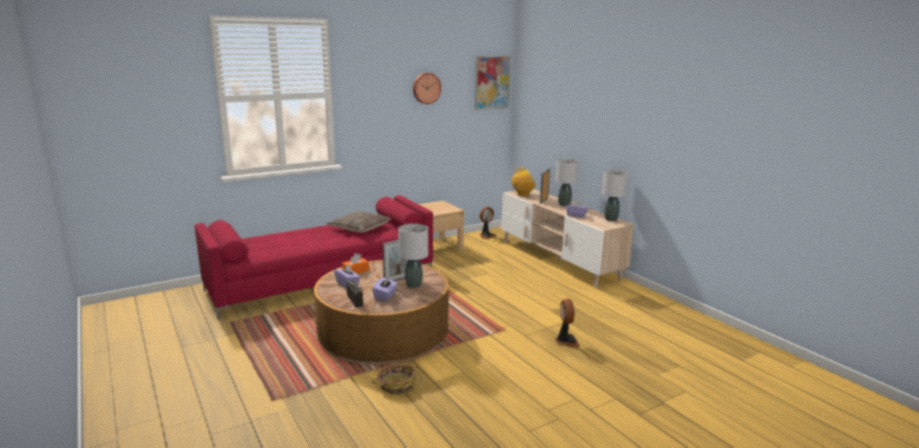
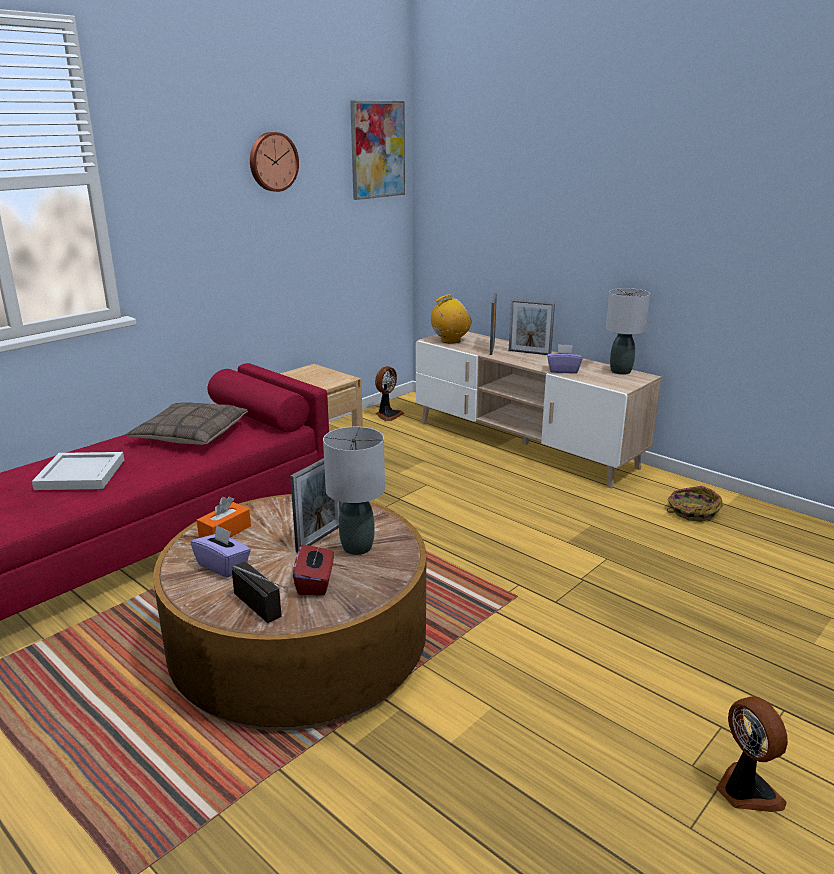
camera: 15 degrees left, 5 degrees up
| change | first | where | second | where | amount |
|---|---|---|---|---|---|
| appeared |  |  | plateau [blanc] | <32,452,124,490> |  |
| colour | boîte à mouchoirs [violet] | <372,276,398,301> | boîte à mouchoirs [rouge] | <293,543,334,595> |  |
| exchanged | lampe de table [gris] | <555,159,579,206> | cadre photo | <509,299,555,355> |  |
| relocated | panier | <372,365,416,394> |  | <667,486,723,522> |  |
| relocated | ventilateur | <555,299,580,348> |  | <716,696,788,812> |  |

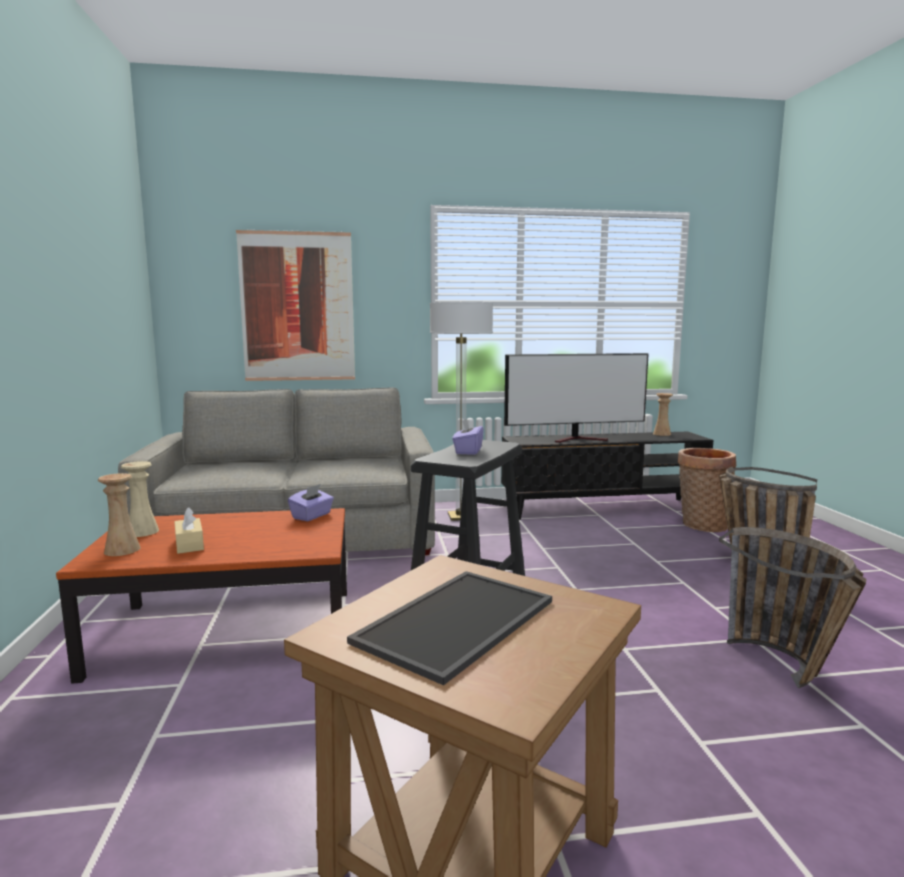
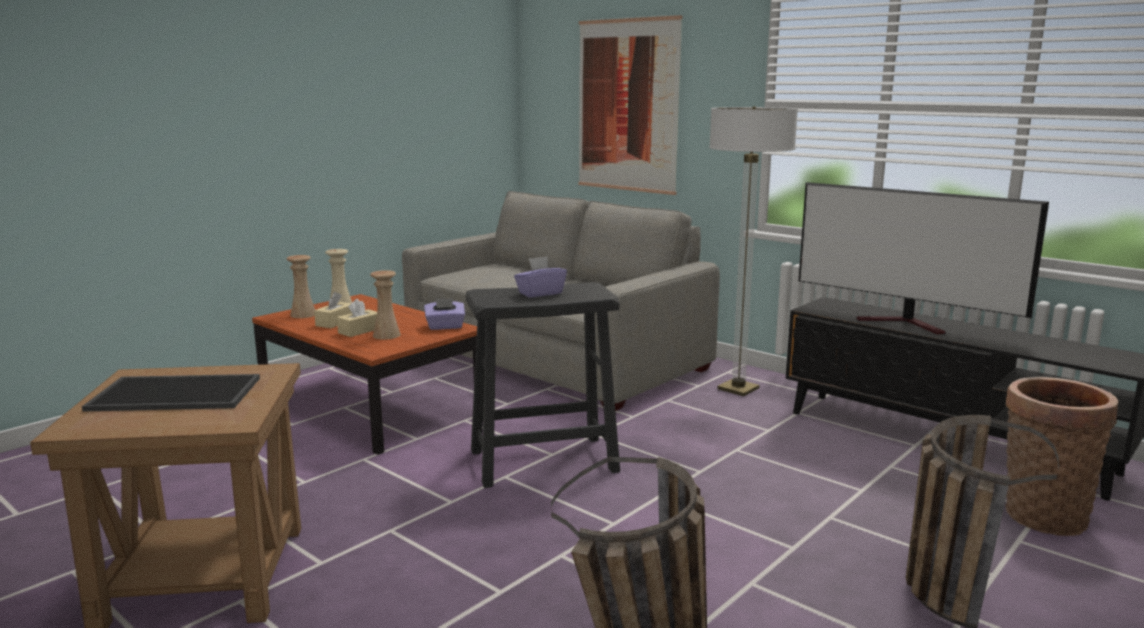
camera: 50 degrees right, 5 degrees up
| change | first | where | second | where | amount |
|---|---|---|---|---|---|
| appeared |  |  | boîte à mouchoirs [beige] | <337,299,377,337> |  |
| relocated | vase [beige] | <653,393,673,436> |  | <370,270,401,340> |  |

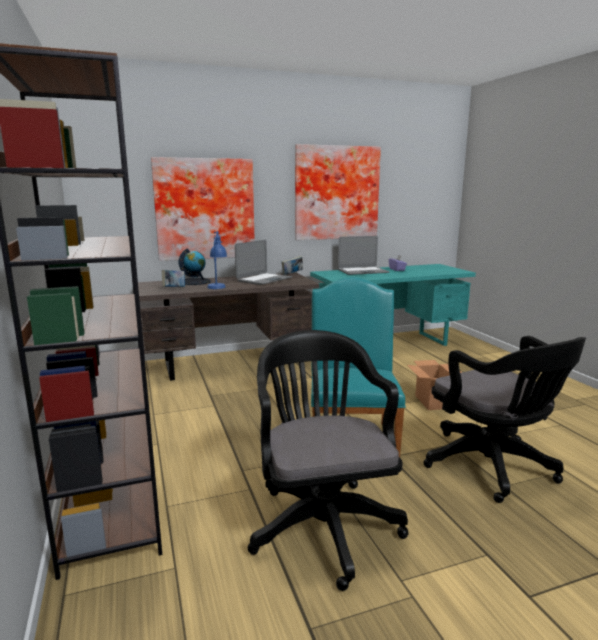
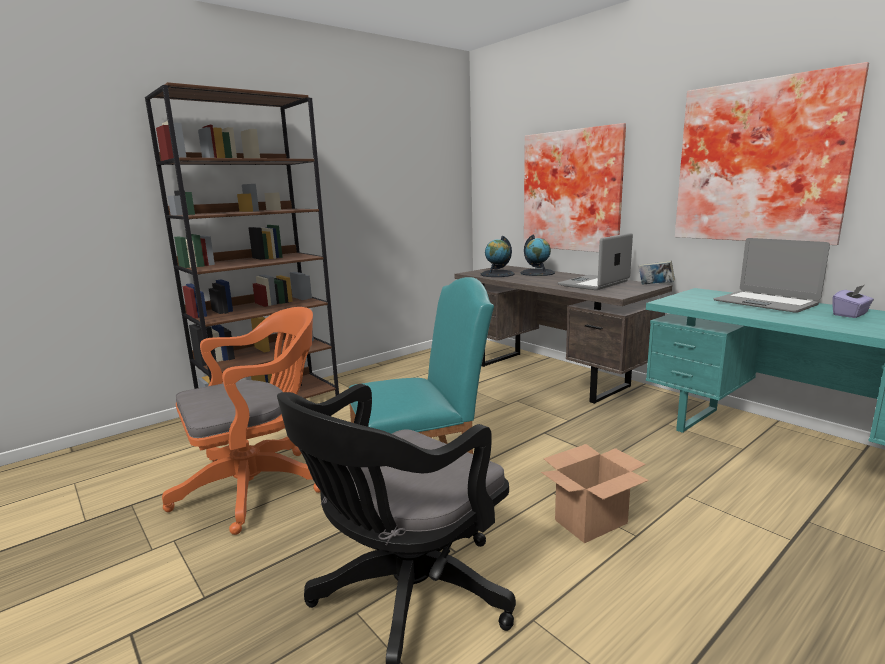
camera: 70 degrees right, 0 degrees up
| change | first | where | second | where | amount |
|---|---|---|---|---|---|
| colour | chaise de bureau [noir] | <248,330,408,591> | chaise de bureau [orange] | <162,307,321,535> |  |
| exchanged | livre | <162,270,185,287> | globe | <481,236,515,277> |  |
| spun | ordinateur portable | <235,240,292,285> |  | <557,233,633,290> | 120 degrees clockwise |
| missing | lampe de table [bleu] | <207,231,227,289> |  |  |  |

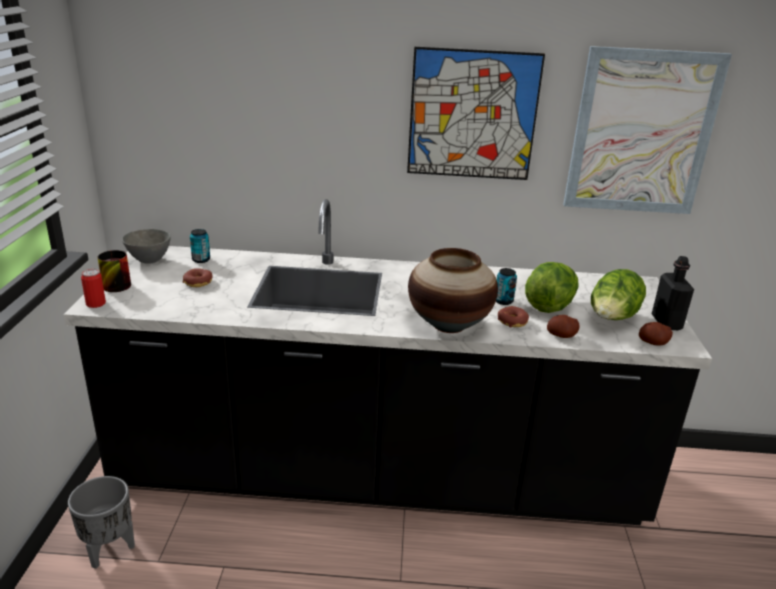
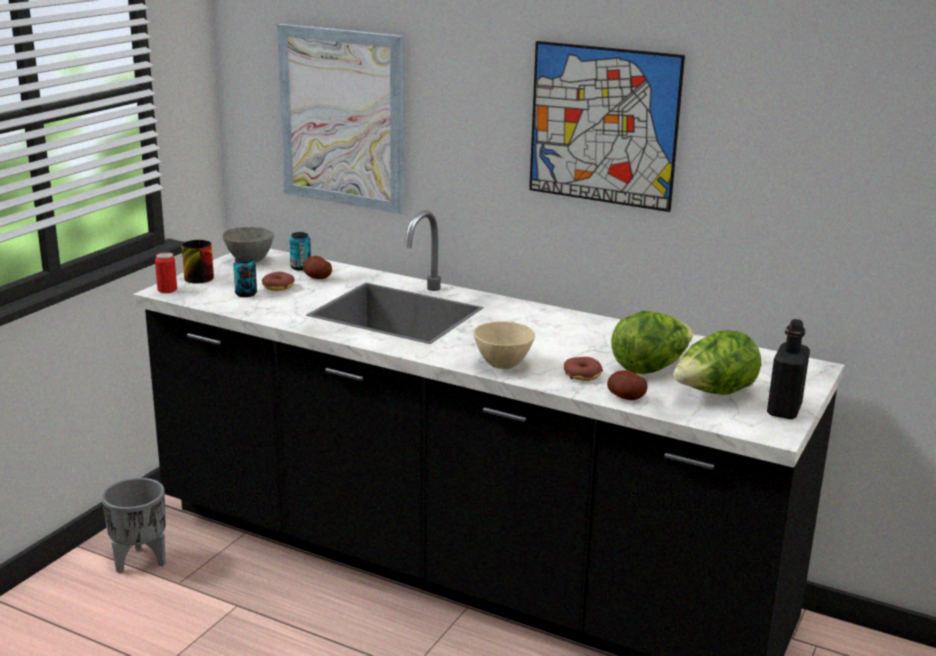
camera: 25 degrees right, 5 degrees down
| change | first | where | second | where | amount |
|---|---|---|---|---|---|
| relocated | boîte métallique | <496,268,517,305> |  | <233,256,257,297> |  |
| relocated | tableau | <563,46,732,214> |  | <277,24,404,214> |  |
| relocated | pomme de terre | <639,322,673,346> |  | <303,256,332,279> |  |
| exchanged | vase | <408,248,498,333> | bol [beige] | <473,321,535,369> |  |

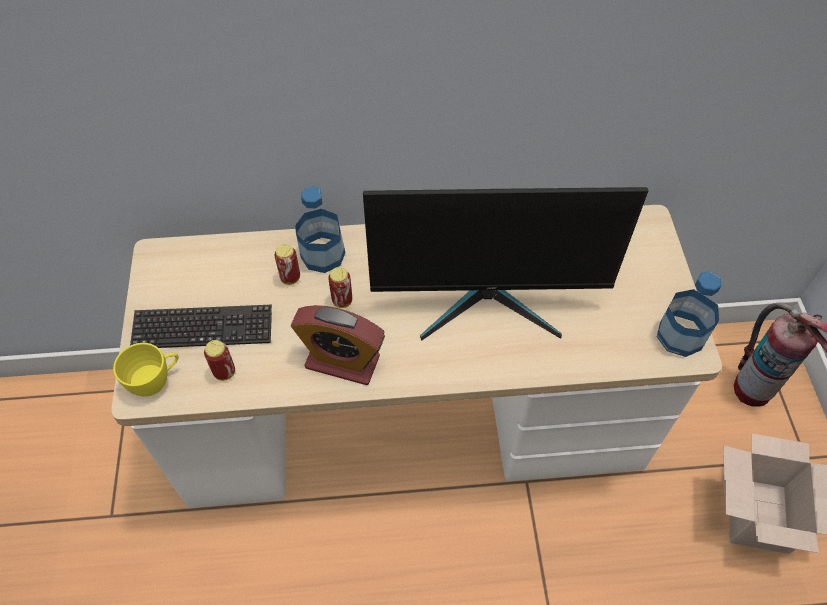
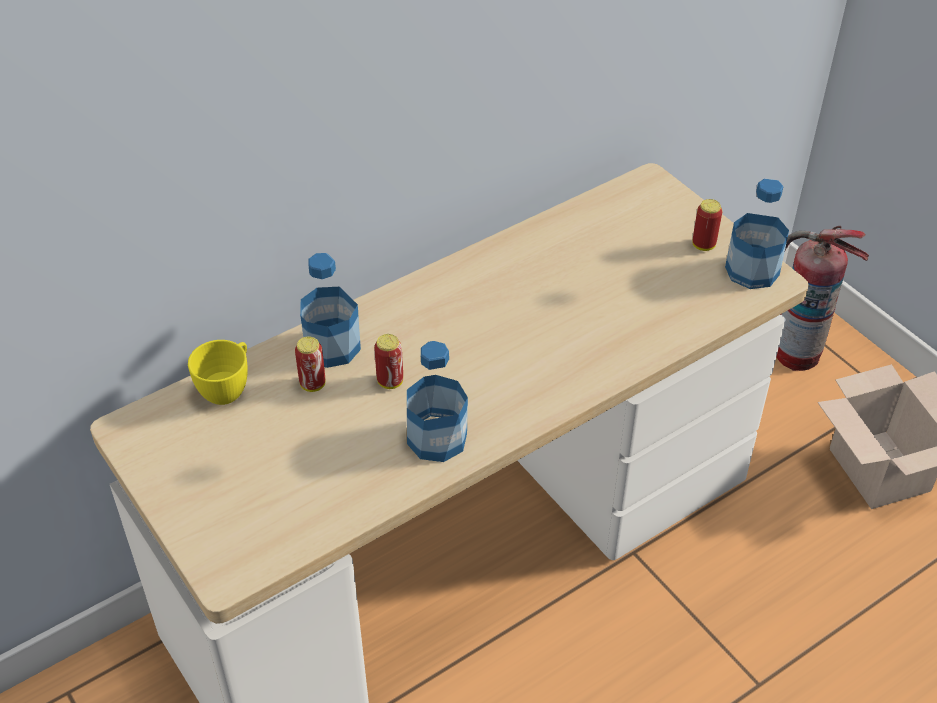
camera: 30 degrees left, 10 degrees down
| change | first | where | second | where | amount |
|---|---|---|---|---|---|
| relocated | tasse [jaune] | <113,343,178,397> |  | <188,340,248,405> |  |
| exchanged | réveil | <291,305,385,385> | bouteille | <407,341,468,462> |  |
| relocated | boîte métallique | <204,340,235,381> |  | <692,199,722,251> |  |
| missing | clavier | <130,305,272,348> |  |  |  |
| missing | écran d'ordinateur | <363,187,648,341> |  |  |  |

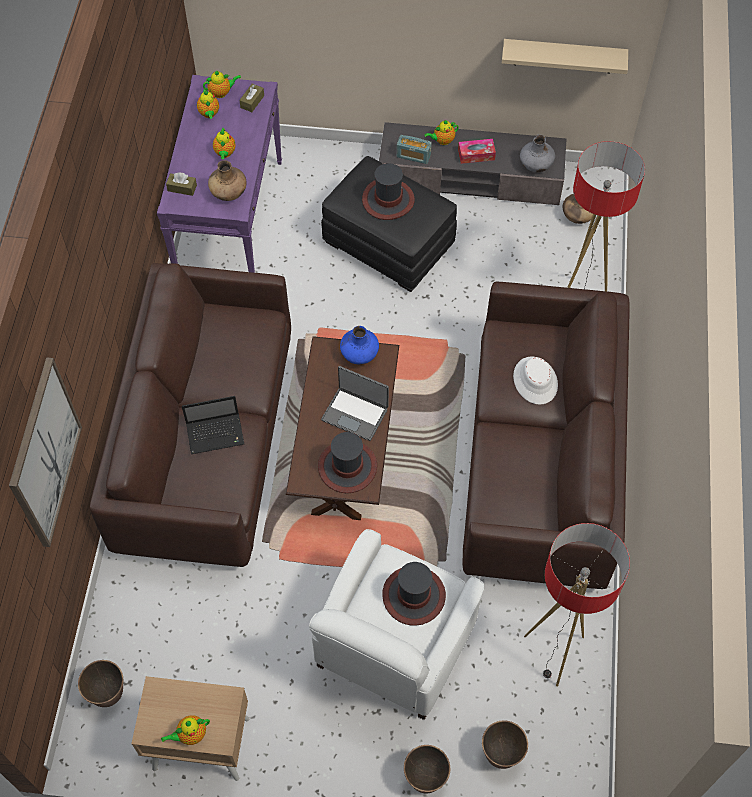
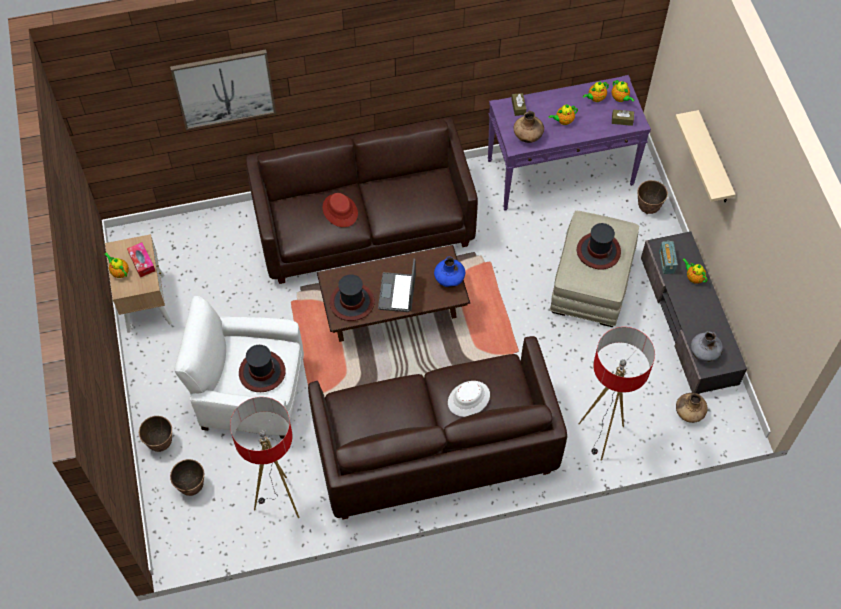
camera: 70 degrees right, 0 degrees up
| change | first | where | second | where | amount |
|---|---|---|---|---|---|
| relocated | boîte à mouchoirs | <458,139,496,164> |  | <127,242,155,277> |  |
| exchanged | ordinateur portable | <182,396,244,454> | chapeau [rouge] | <323,193,358,227> |  |
| colour | pouf [noir] | <321,156,457,292> | pouf [beige] | <550,211,639,327> |  |
| relocated | cache-pot | <78,660,123,707> |  | <638,180,668,214> |  |
| relocated | étagère [beige] | <502,39,628,74> |  | <675,110,736,202> |  |

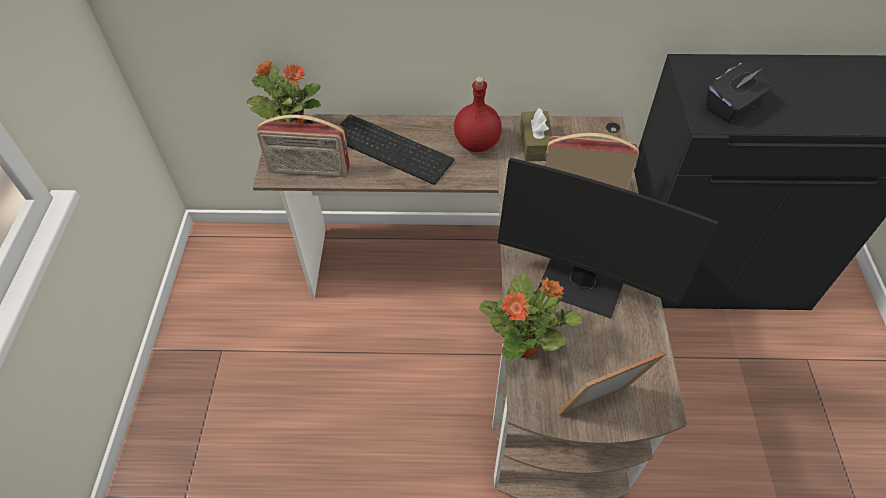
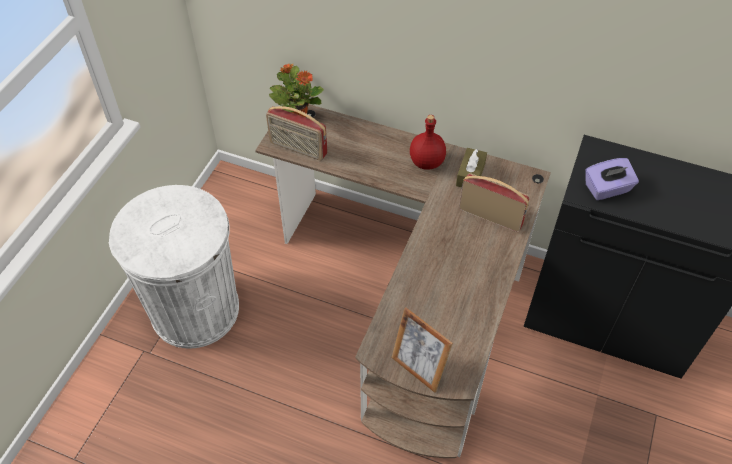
camera: 20 degrees right, 0 degrees up
| change | first | where | second | where | amount |
|---|---|---|---|---|---|
| appeared |  |  | poubelle [blanc] | <109,185,239,349> |  |
| spun | cadre photo | <557,351,667,416> |  | <391,307,453,393> | 135 degrees counterclockwise |
| colour | boîte à mouchoirs [noir] | <706,62,773,123> | boîte à mouchoirs [violet] | <585,158,639,200> |  |
| missing | clavier | <340,114,454,185> |  |  |  |
| missing | plante en pot | <479,273,582,361> |  |  |  |
| missing | écran d'ordinateur | <498,158,718,319> |  |  |  |

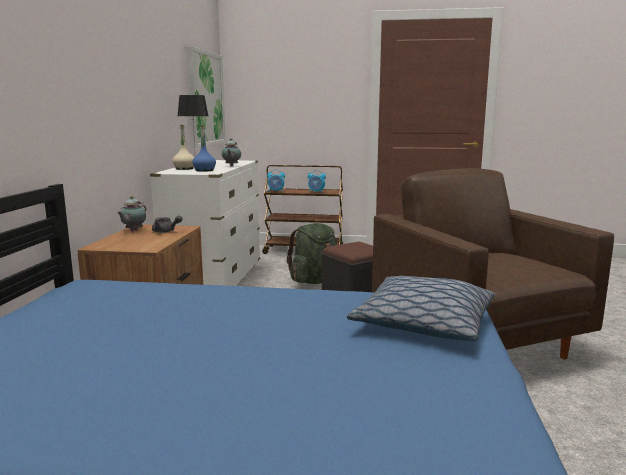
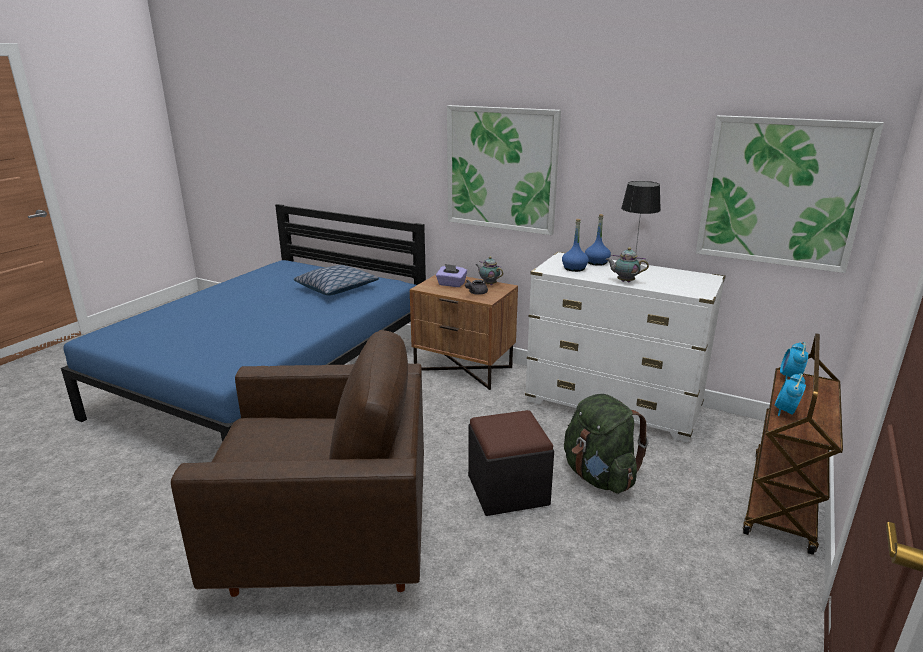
camera: 110 degrees right, 10 degrees up
| change | first | where | second | where | amount |
|---|---|---|---|---|---|
| relocated | coussin | <347,276,495,341> |  | <294,265,379,296> |  |
| appeared |  |  | boîte à mouchoirs [violet] | <436,264,467,287> |  |
| appeared |  |  | tableau | <447,105,561,235> |  |
| colour | bouteille [beige] | <172,125,195,170> | bouteille [bleu] | <585,214,611,266> |  |

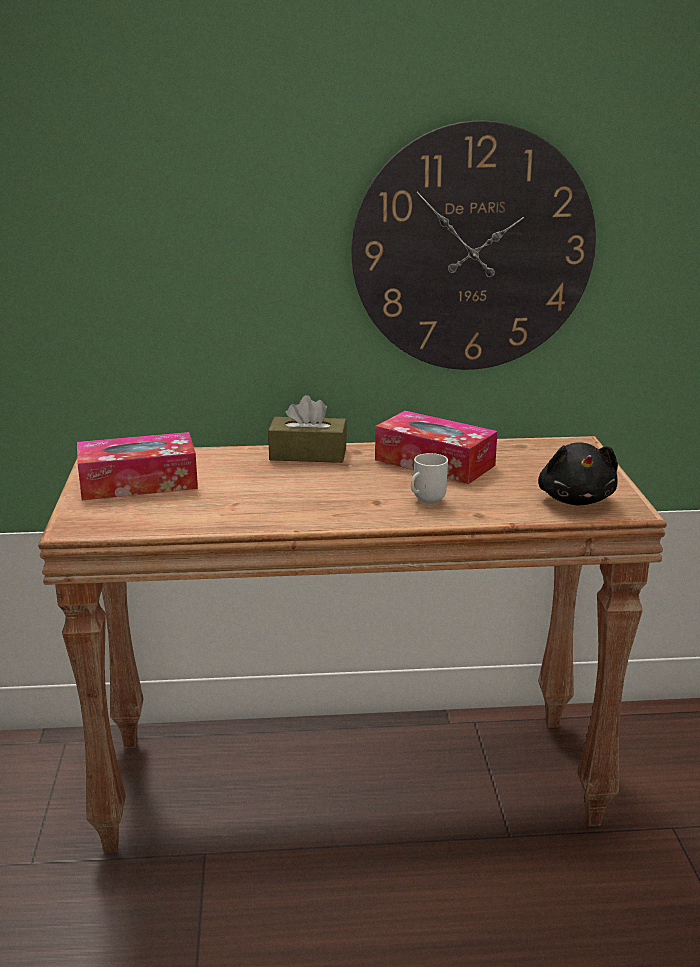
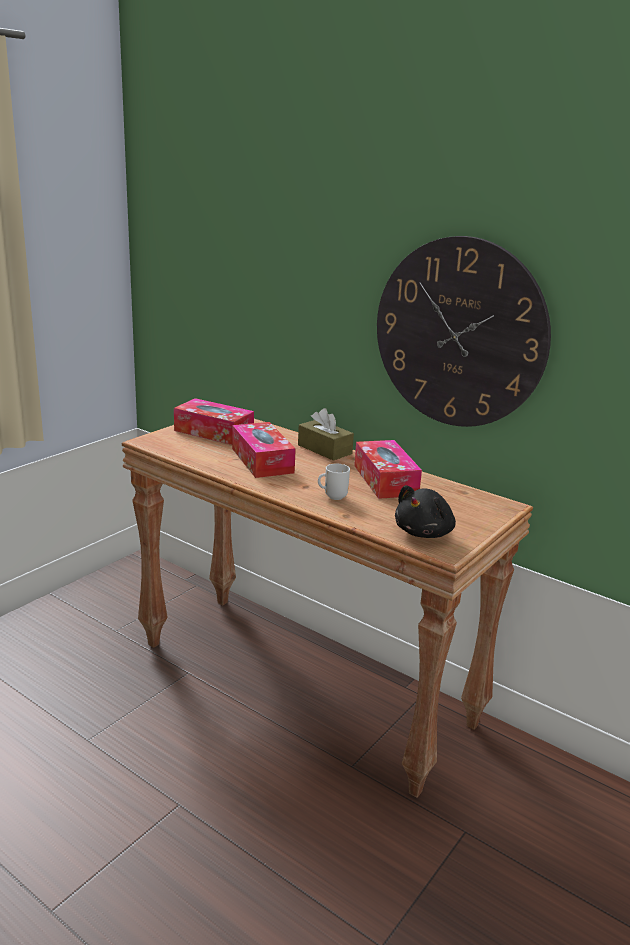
camera: 40 degrees right, 0 degrees up
| change | first | where | second | where | amount |
|---|---|---|---|---|---|
| appeared |  |  | boîte à mouchoirs | <232,422,296,478> |  |

